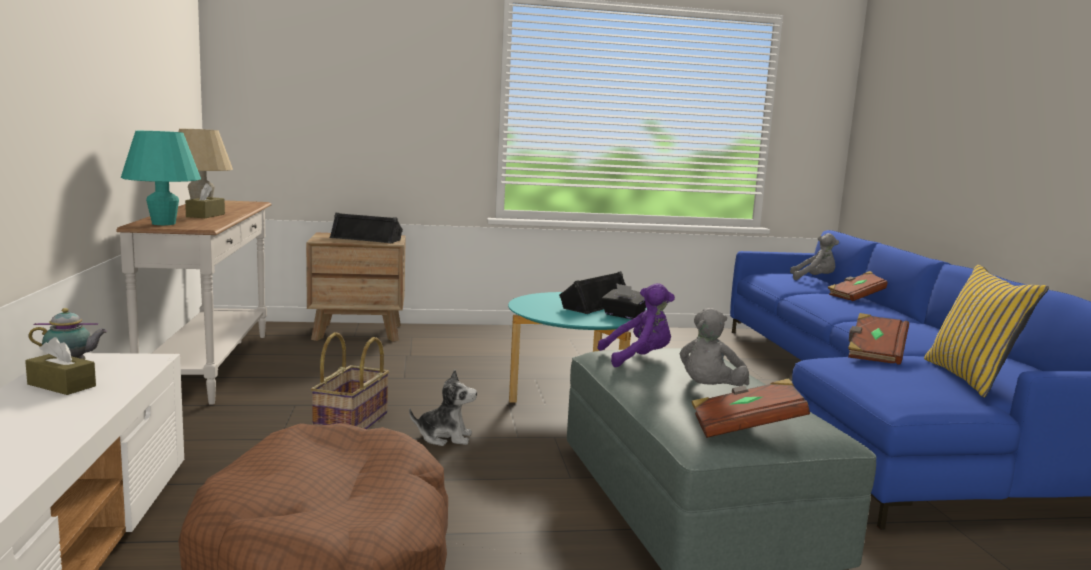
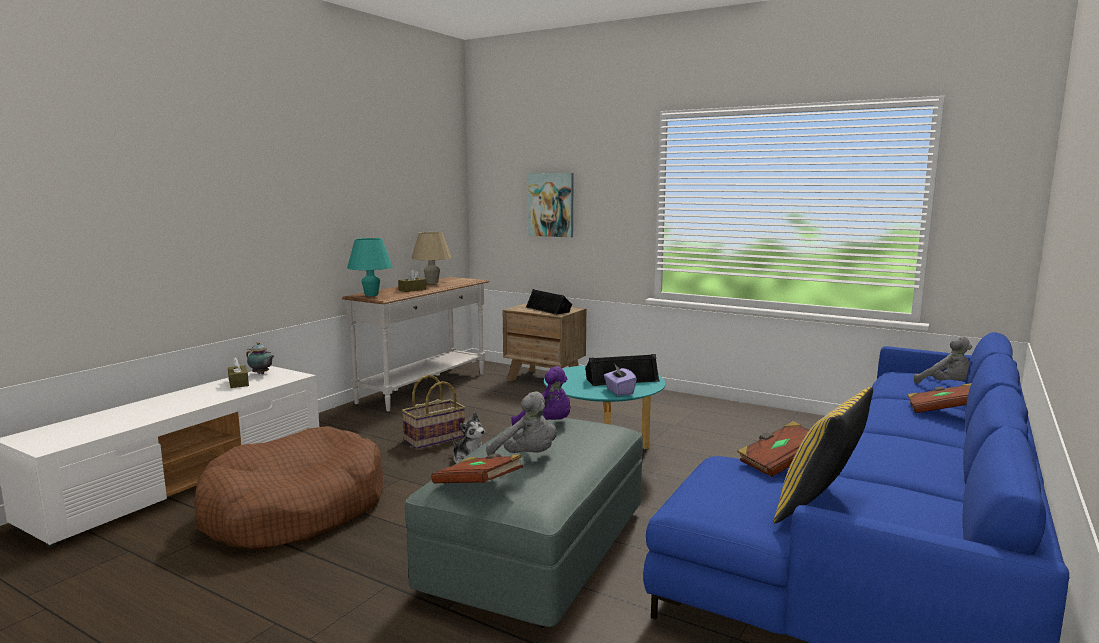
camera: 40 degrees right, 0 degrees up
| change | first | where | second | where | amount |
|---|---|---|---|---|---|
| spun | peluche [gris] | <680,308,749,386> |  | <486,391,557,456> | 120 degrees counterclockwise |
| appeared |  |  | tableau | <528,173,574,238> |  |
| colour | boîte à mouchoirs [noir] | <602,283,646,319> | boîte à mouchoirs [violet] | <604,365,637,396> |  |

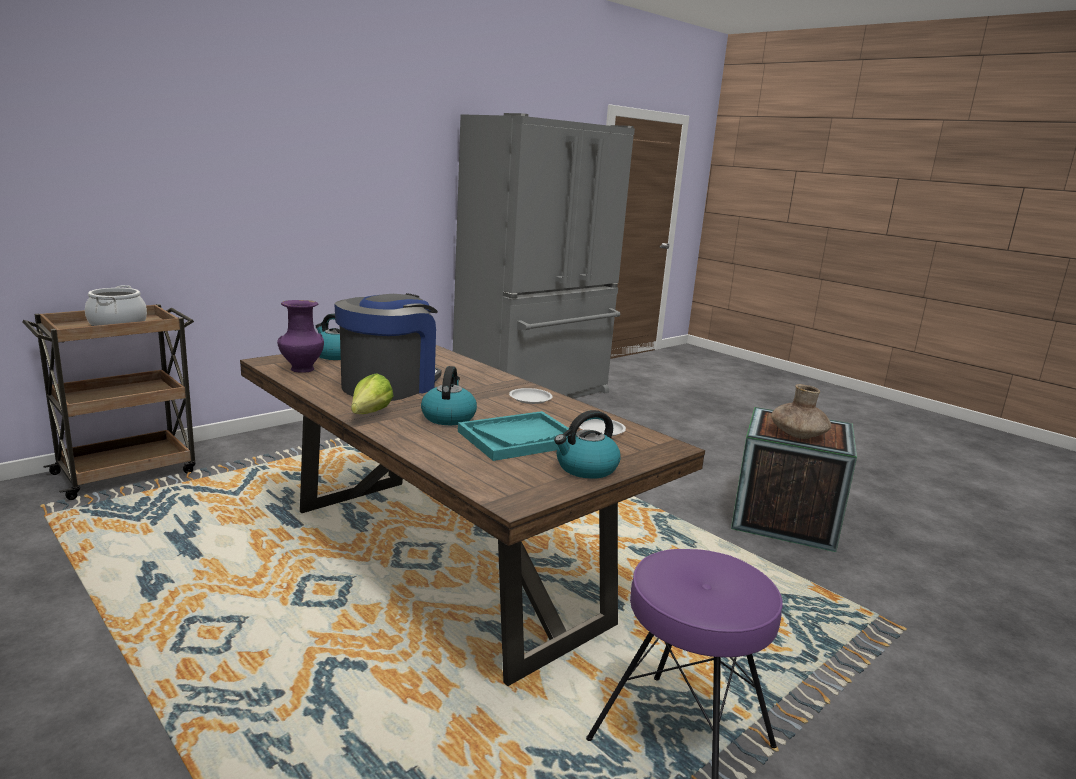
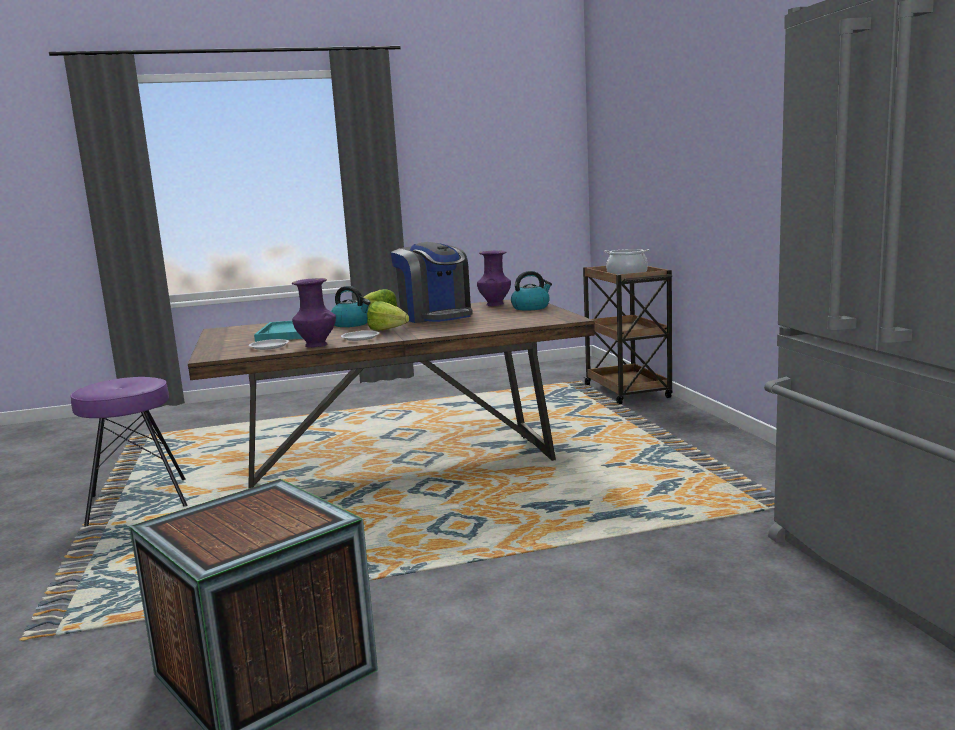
camera: 120 degrees right, 5 degrees down
| change | first | where | second | where | amount |
|---|---|---|---|---|---|
| appeared |  |  | vase [violet] | <292,278,336,348> |  |
| appeared |  |  | laitue | <367,301,409,330> |  |
| missing | bouilloire | <554,410,620,479> |  |  |  |
| missing | vase [marron] | <771,384,831,439> |  |  |  |

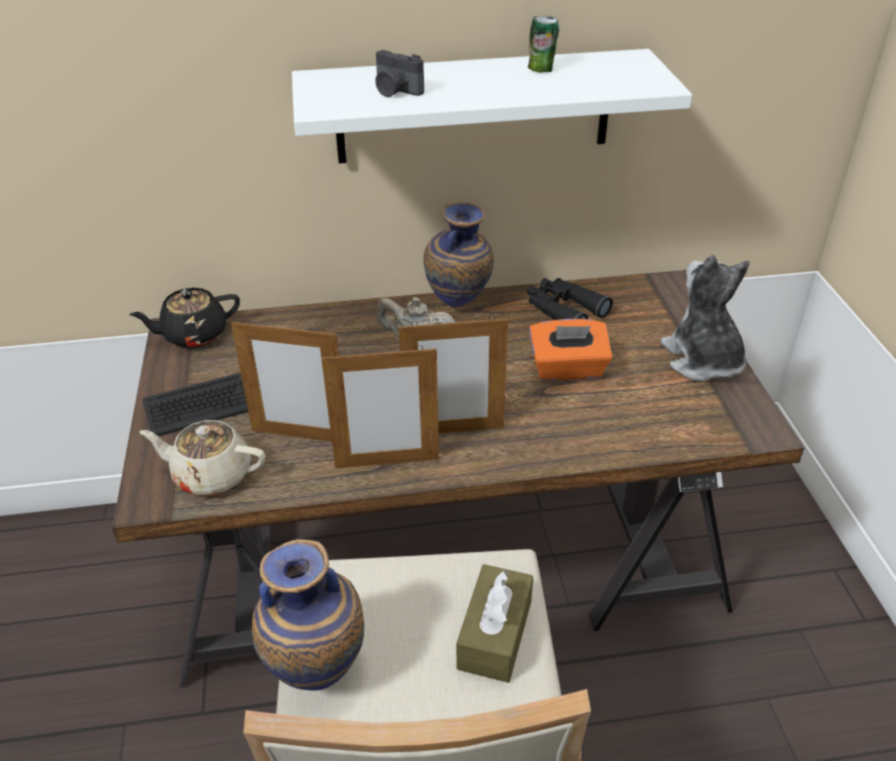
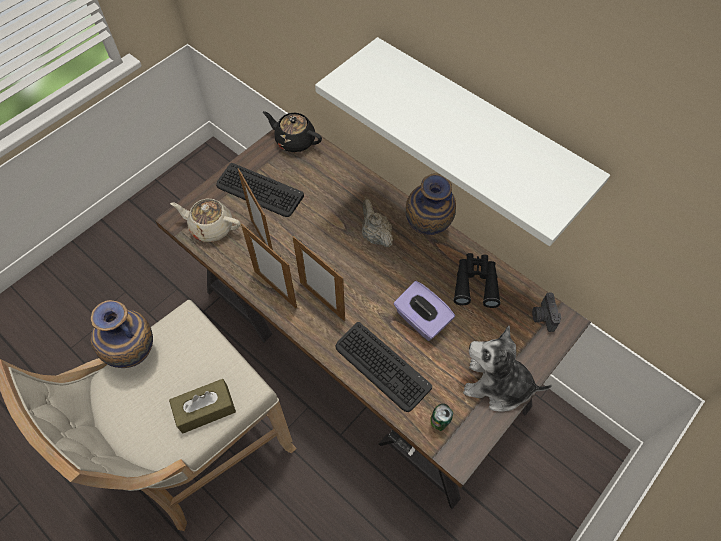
camera: 50 degrees right, 20 degrees up
| change | first | where | second | where | amount |
|---|---|---|---|---|---|
| spun | théière [beige] | <139,420,265,495> |  | <170,199,240,242> | 45 degrees counterclockwise |
| appeared |  |  | clavier | <335,322,432,412> |  |
| colour | boîte à mouchoirs [orange] | <529,319,612,381> | boîte à mouchoirs [violet] | <393,281,455,341> |  |
| relocated | boîte métallique | <528,16,559,72> |  | <430,403,453,431> |  |
| spun | peluche | <660,254,750,382> |  | <463,325,552,412> | 105 degrees counterclockwise |
| relocated | appareil photo | <375,50,424,97> |  | <532,292,561,332> |  |

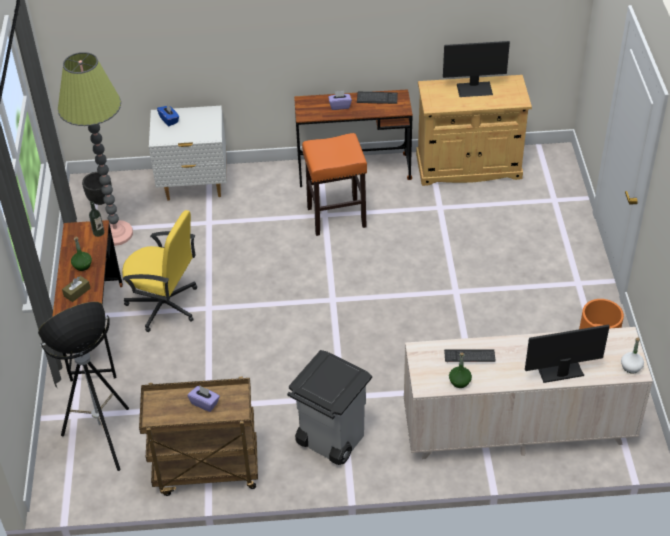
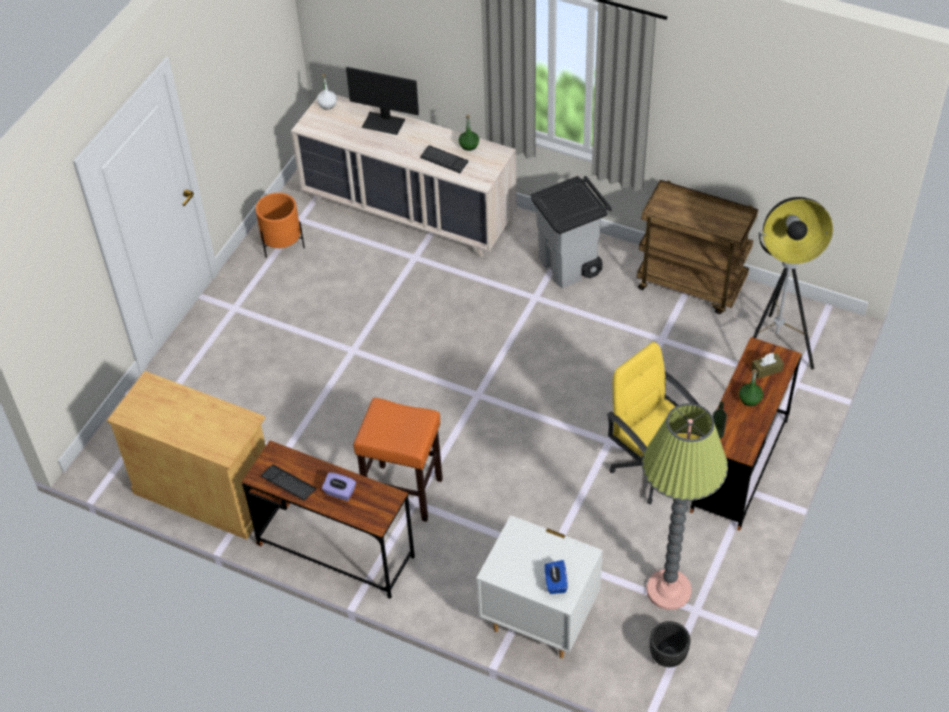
camera: 150 degrees left, 5 degrees up
| change | first | where | second | where | amount |
|---|---|---|---|---|---|
| missing | boîte à mouchoirs [violet] | <188,386,220,412> |  |  |  |
| missing | écran d'ordinateur | <443,41,510,97> |  |  |  |

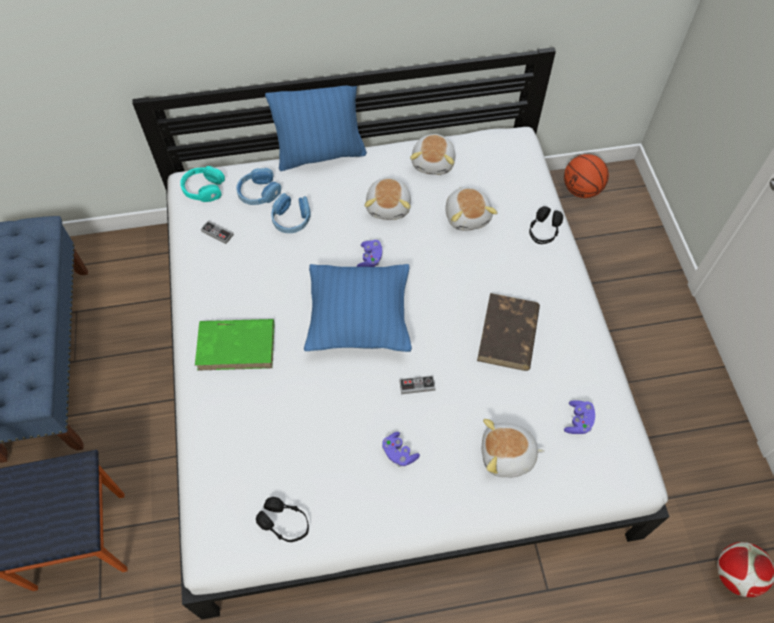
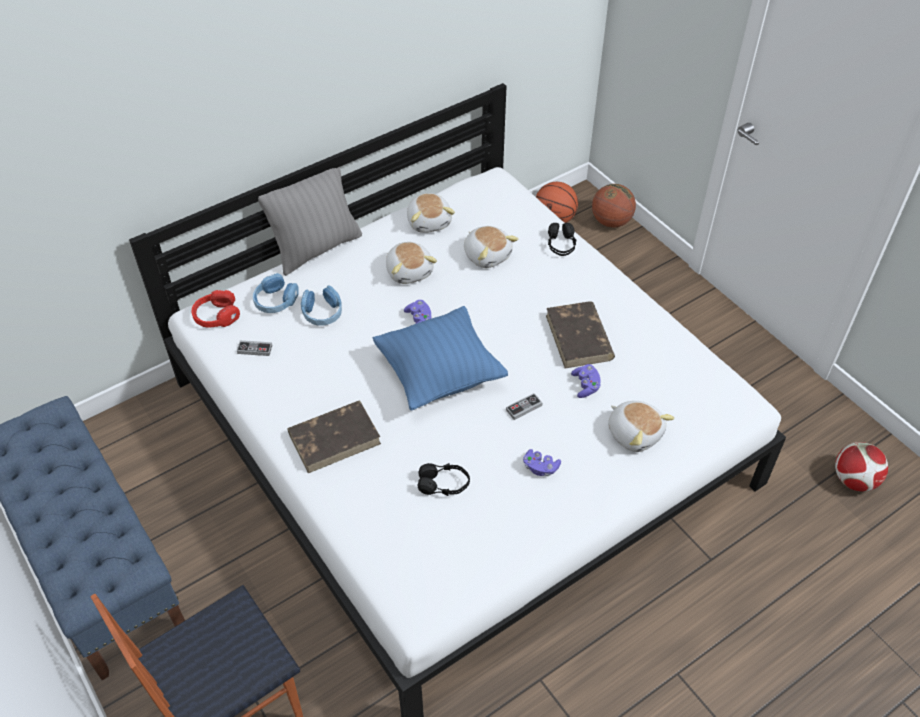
camera: 25 degrees left, 10 degrees down
| change | first | where | second | where | amount |
|---|---|---|---|---|---|
| colour | casque audio [turquoise] | <180,166,225,202> | casque audio [rouge] | <191,290,240,328> |  |
| colour | coussin [bleu] | <265,86,367,171> | coussin [gris] | <258,167,362,276> |  |
| colour | livre [vert] | <195,319,274,371> | livre [marron] | <287,400,381,473> |  |
| relocated | casque audio [noir] | <256,497,309,542> |  | <417,463,470,496> |  |
| relocated | manette [violet] | <564,400,595,434> |  | <571,364,601,398> |  |
| appeared |  |  | ballon de basket | <592,184,636,228> |  |
| spun | peluche | <482,419,545,478> |  | <608,401,675,452> | 105 degrees counterclockwise |

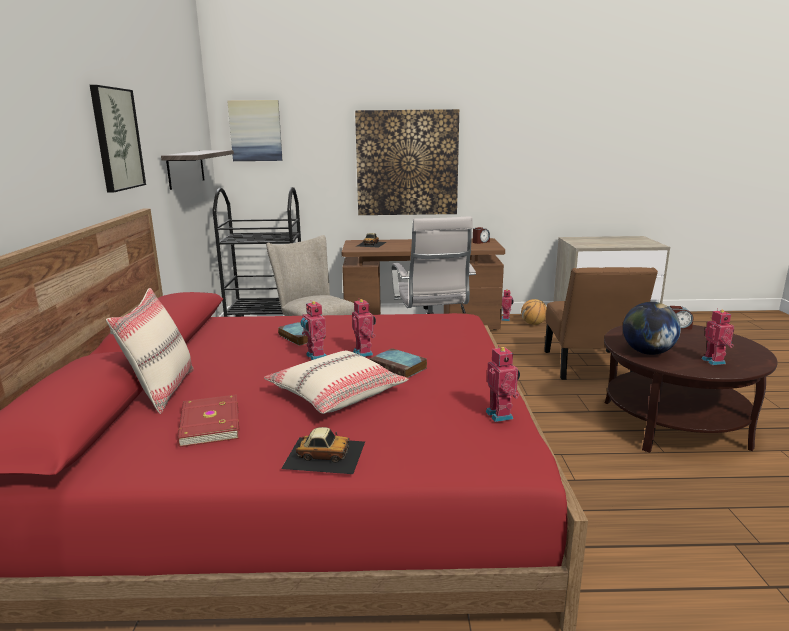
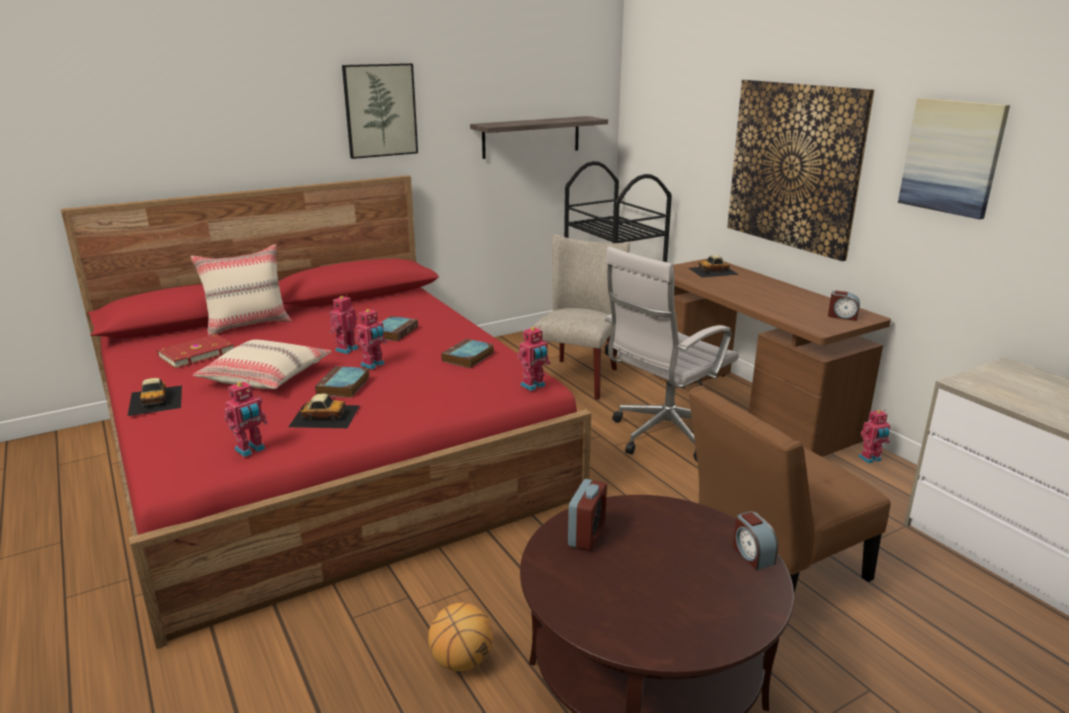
camera: 60 degrees right, 5 degrees up
| change | first | where | second | where | amount |
|---|---|---|---|---|---|
| appeared |  |  | petite voiture | <288,393,360,428> |  |
| relocated | ballon de basket | <521,299,547,325> |  | <428,603,493,671> |  |
| appeared |  |  | livre | <441,339,494,368> |  |
| relocated | robot jouet | <702,308,734,365> |  | <517,326,550,391> |  |
| exchanged | globe | <623,302,681,355> | réveil | <568,479,607,551> |  |
| relocated | tableau | <227,100,283,161> |  | <898,98,1010,220> |  |

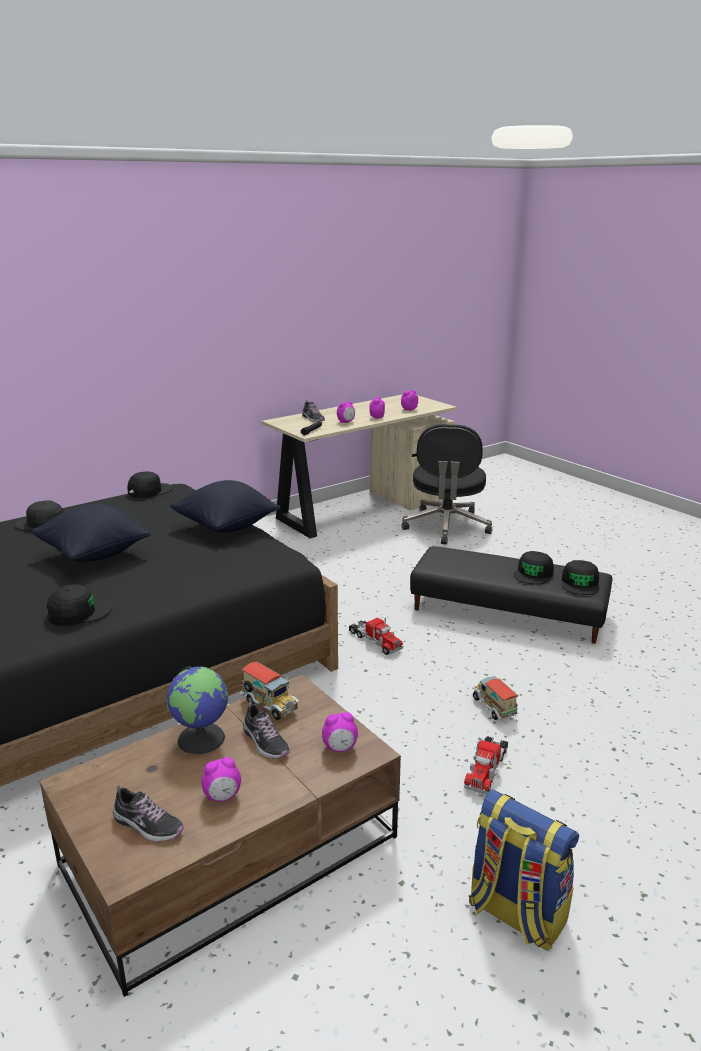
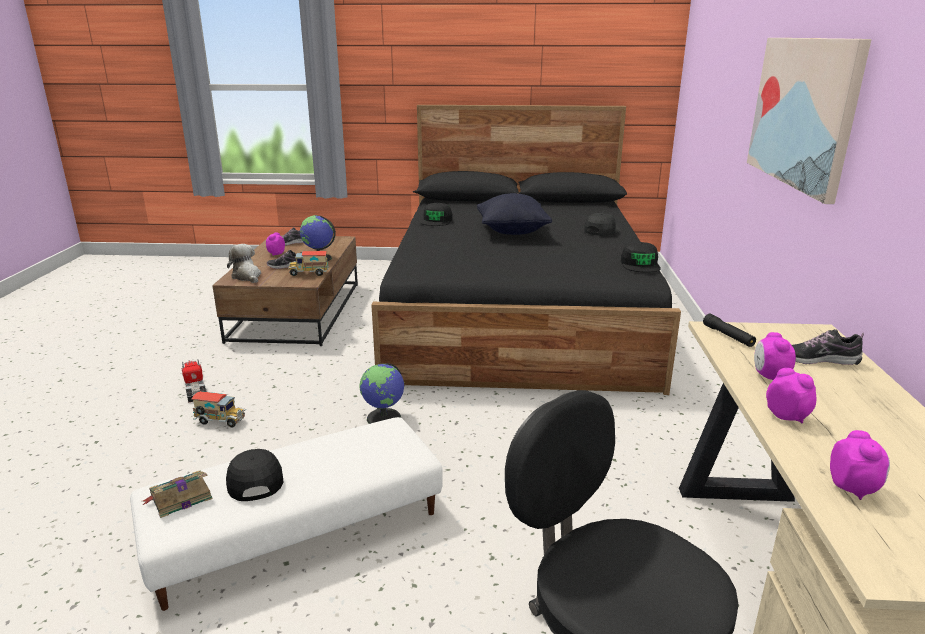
camera: 130 degrees right, 0 degrees up
| change | first | where | second | where | amount |
|---|---|---|---|---|---|
| colour | pouf [noir] | <410,546,612,644> | pouf [blanc] | <130,417,443,611> |  |
| exchanged | casquette [noir] | <562,560,599,595> | livre | <143,470,213,518> |  |
| exchanged | réveil | <322,712,358,752> | peluche | <227,244,261,283> |  |
| exchanged | camion jouet | <349,617,403,655> | globe | <360,363,404,424> |  |
| appeared |  |  | tableau | <747,38,871,204> |  |
| missing | coussin [noir] | <170,480,280,533> |  |  |  |
| missing | sac à dos | <469,789,579,951> |  |  |  |

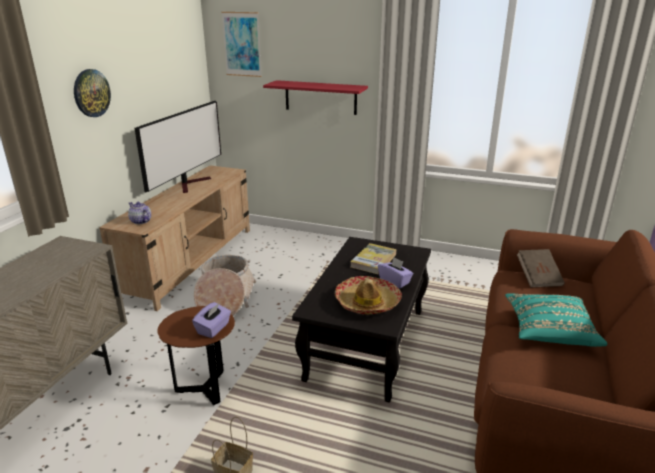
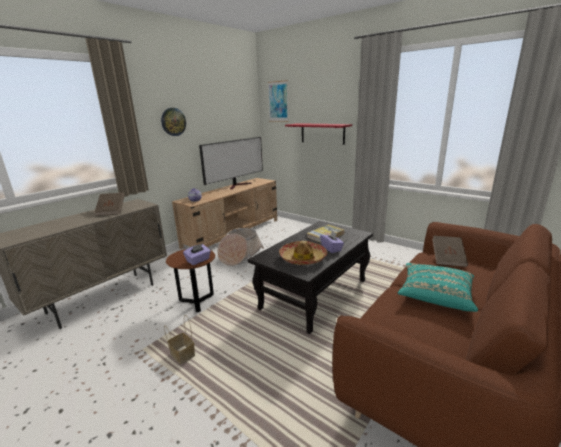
camera: 20 degrees right, 5 degrees down
| change | first | where | second | where | amount |
|---|---|---|---|---|---|
| appeared |  |  | livre [marron] | <94,193,125,216> |  |

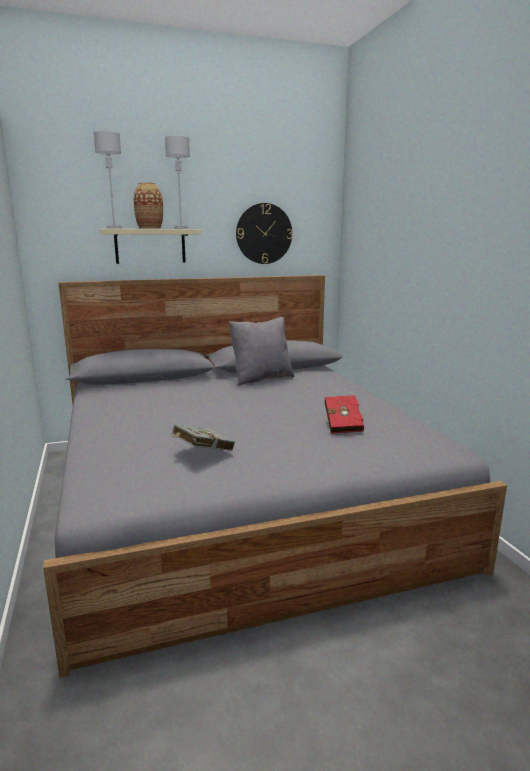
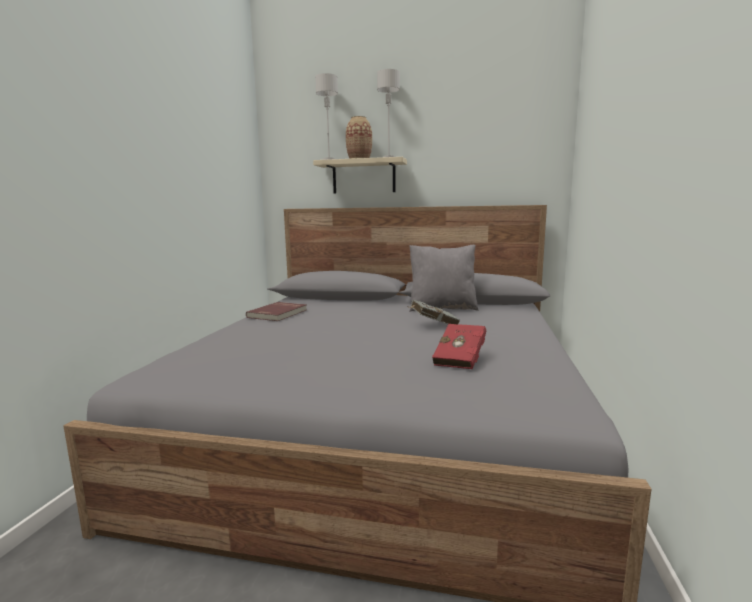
camera: 30 degrees right, 5 degrees down
| change | first | where | second | where | amount |
|---|---|---|---|---|---|
| appeared |  |  | livre [rouge] | <246,302,307,321> |  |
| relocated | livre [gris] | <170,425,235,451> |  | <406,300,460,324> |  |
| missing | horloge murale | <236,203,292,264> |  |  |  |

